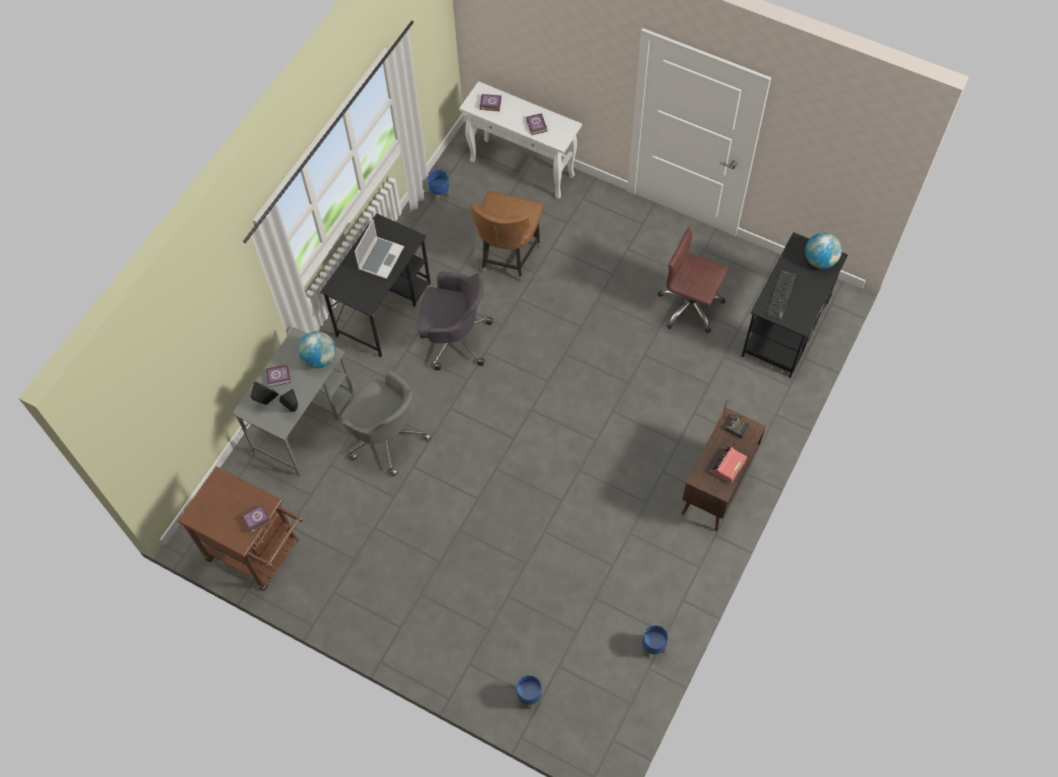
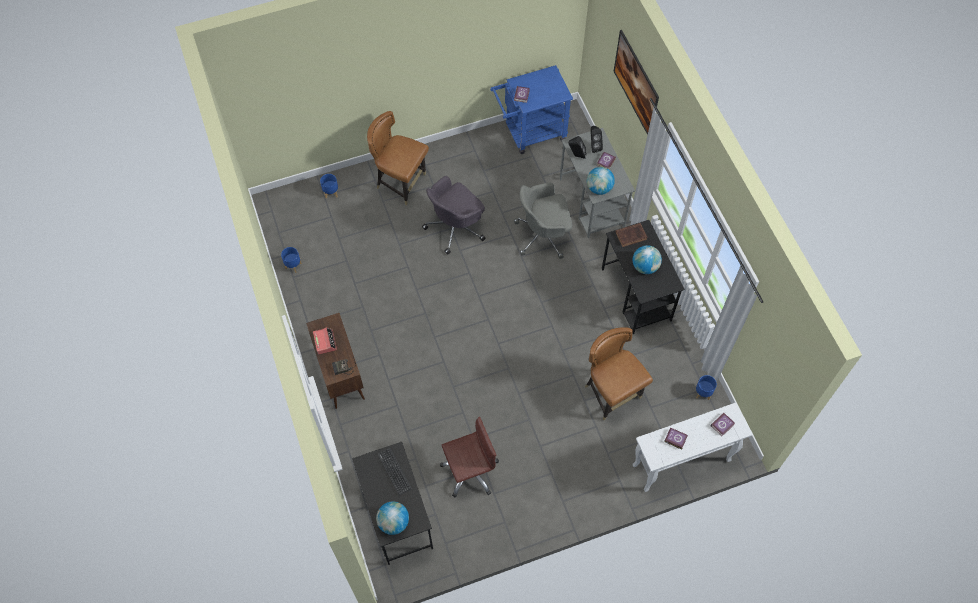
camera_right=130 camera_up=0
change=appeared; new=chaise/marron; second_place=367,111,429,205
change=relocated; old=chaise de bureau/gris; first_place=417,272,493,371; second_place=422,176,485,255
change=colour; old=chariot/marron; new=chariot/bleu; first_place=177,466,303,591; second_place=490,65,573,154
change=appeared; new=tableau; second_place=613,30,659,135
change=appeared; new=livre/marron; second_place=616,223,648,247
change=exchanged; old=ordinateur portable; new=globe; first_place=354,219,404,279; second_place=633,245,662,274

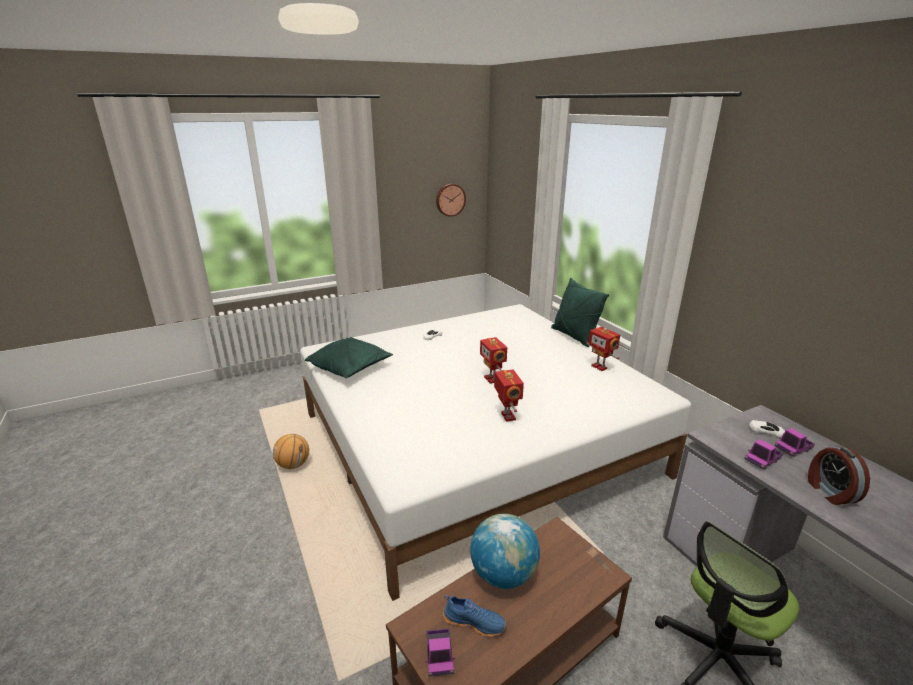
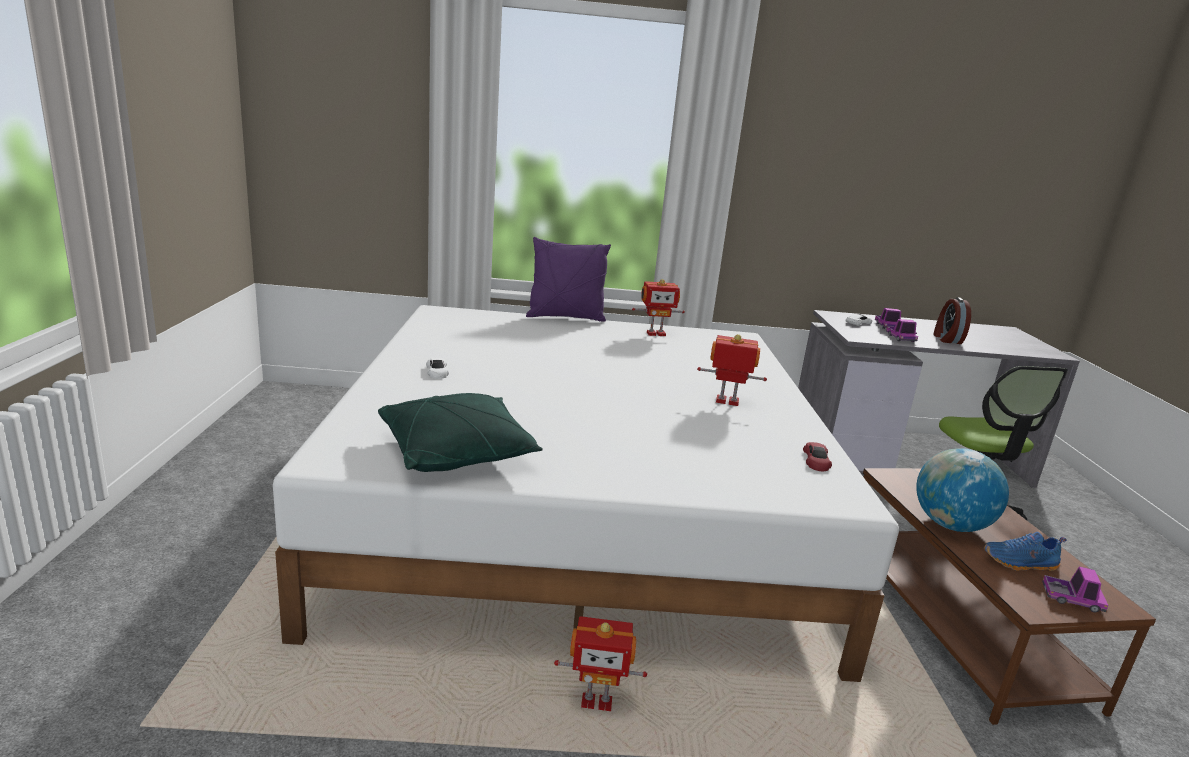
camera_right=-65 camera_up=-5
change=colour; old=coussin/vert; new=coussin/violet; first_place=551,278,609,347; second_place=526,237,611,322
change=relocated; old=robot jouet; first_place=480,337,507,384; second_place=554,616,647,711
change=appeared; new=petite voiture/rouge; second_place=803,442,832,471
change=spun; old=réveil; first_place=808,447,870,505; second_place=933,297,971,344; degrees=75
change=spun; old=chaussure/bleu; first_place=443,594,506,637; second_place=984,532,1067,571; degrees=-135
change=missing; old=ballon de basket; first_place=273,434,309,469
change=missing; old=horloge murale; first_place=436,184,466,217

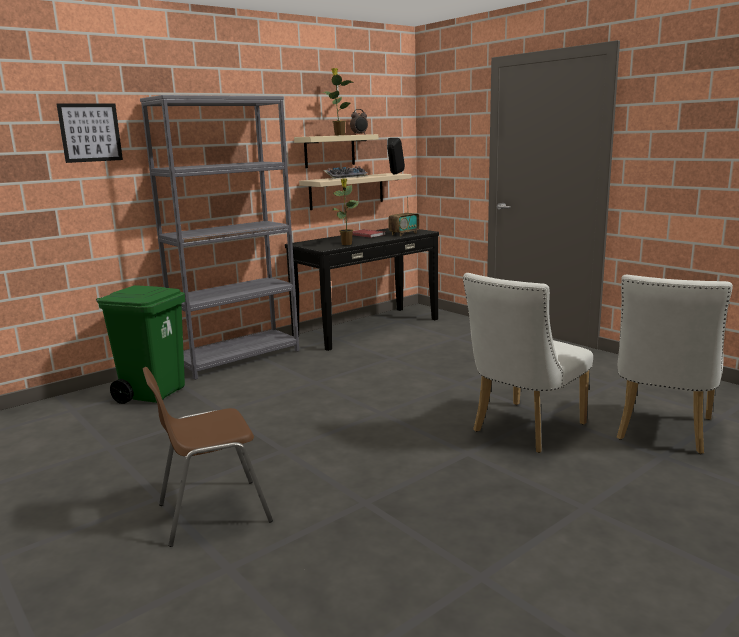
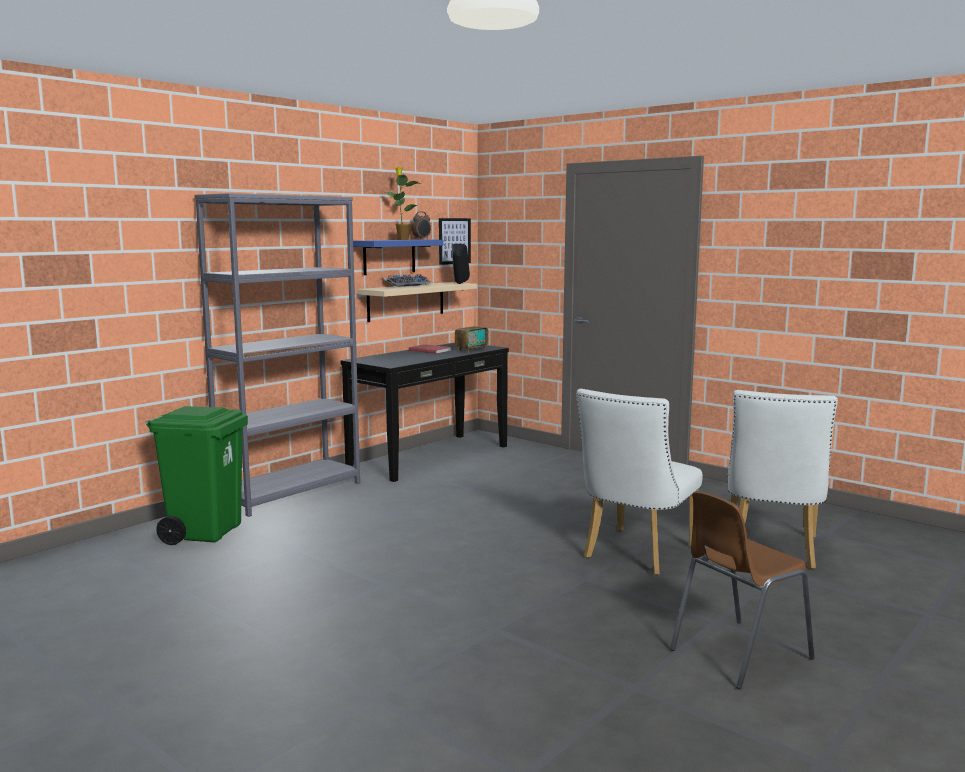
camera_right=-10 camera_up=-5
change=colour; old=étagère/beige; new=étagère/bleu; first_place=294,134,378,168; second_place=353,239,444,275
change=relocated; old=tableau; first_place=57,104,123,163; second_place=439,218,471,265
change=relocated; old=chaise/marron; first_place=143,367,273,547; second_place=670,491,815,689
change=missing; old=plante en pot; first_place=333,178,359,245

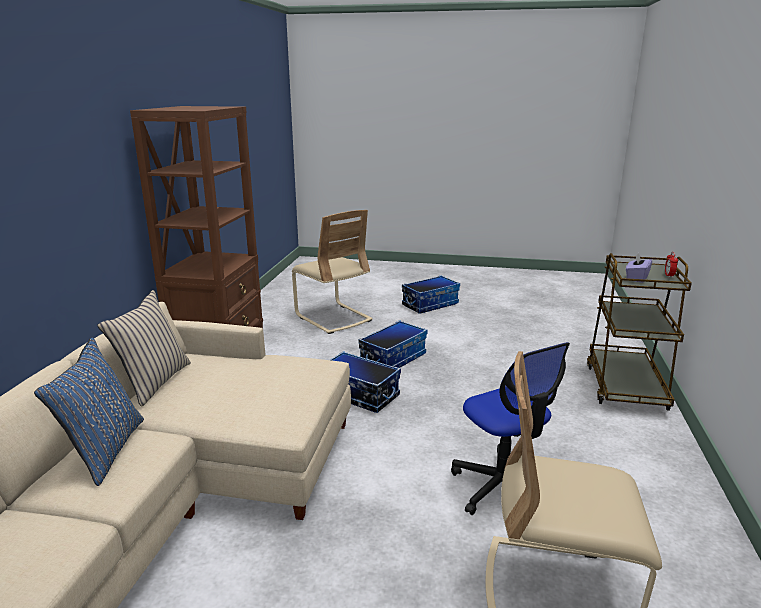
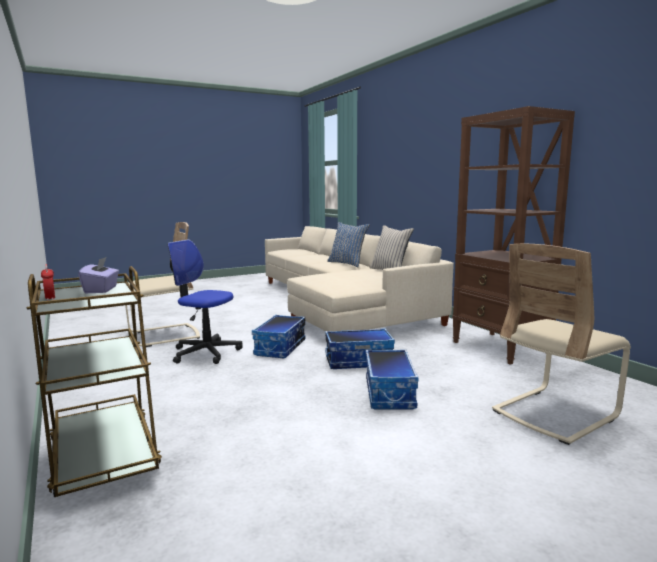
camera_right=140 camera_up=-10
change=relocated; old=boîte de rangement; first_place=402,275,460,314; second_place=252,315,306,358
change=spun; old=chaise/beige; first_place=292,210,373,334; second_place=492,244,631,445; degrees=-45

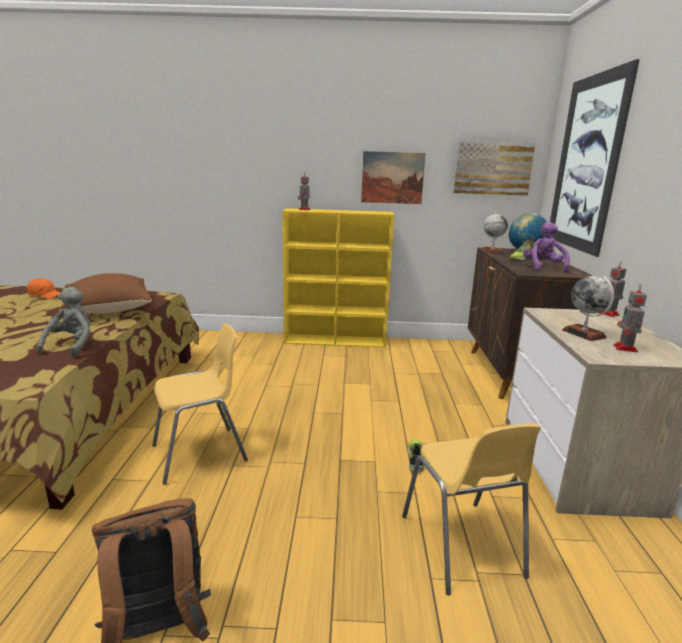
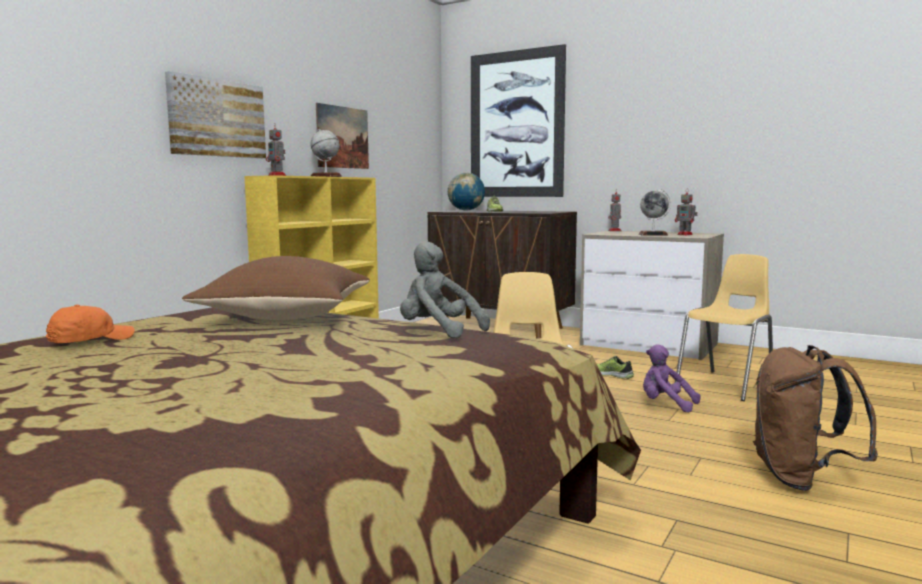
camera_right=-60 camera_up=-10
change=relocated; old=tableau; first_place=453,141,535,196; second_place=165,71,266,158
change=relocated; old=globe; first_place=482,212,508,254; second_place=310,129,342,177
change=relocated; old=peluche/violet; first_place=523,222,570,273; second_place=643,344,700,412
change=spun; old=chaise/jaune; first_place=402,424,541,595; second_place=675,254,773,401; degrees=-60

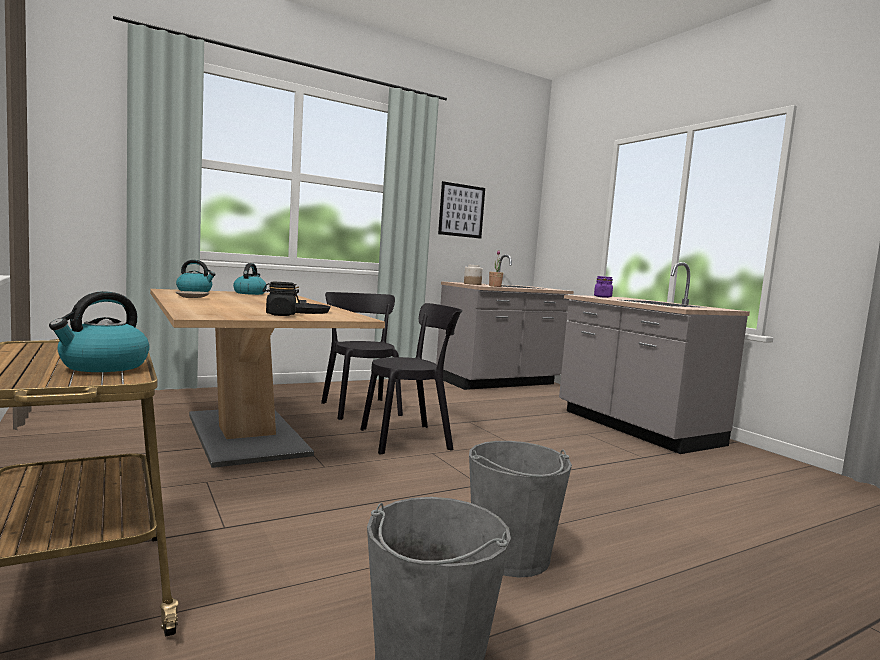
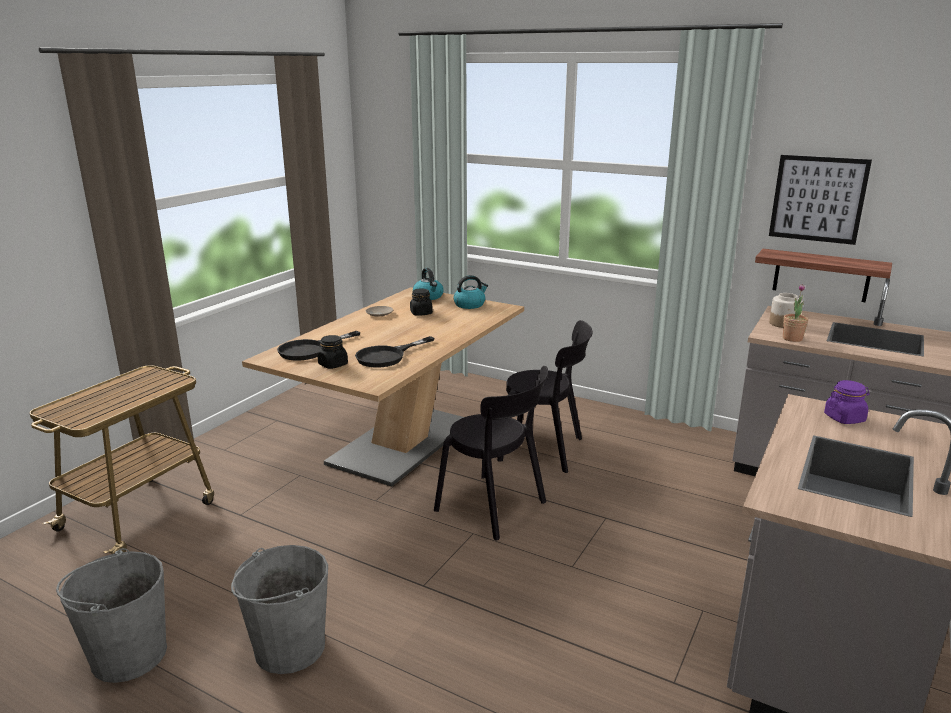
camera_right=60 camera_up=15
change=appeared; new=poêle/noir; second_place=277,331,361,360
change=appeared; new=bocal/noir; second_place=410,289,433,315
change=spun; old=chaise/noir; first_place=321,292,403,420; second_place=497,320,593,473; degrees=75
change=appeared; new=étagère; second_place=755,249,892,302
change=missing; old=bouilloire; first_place=49,291,149,372

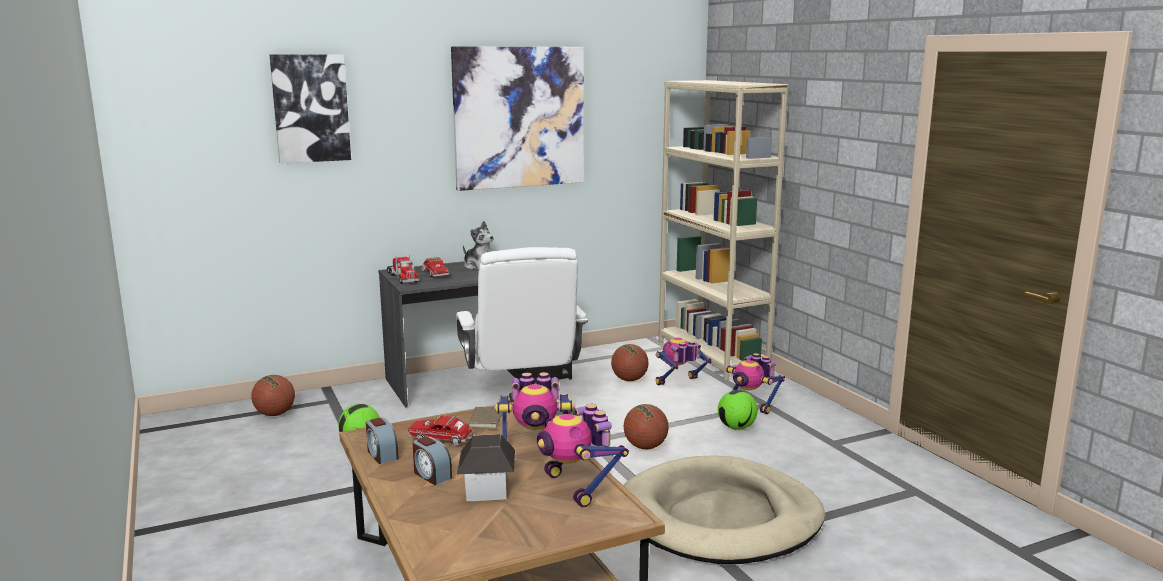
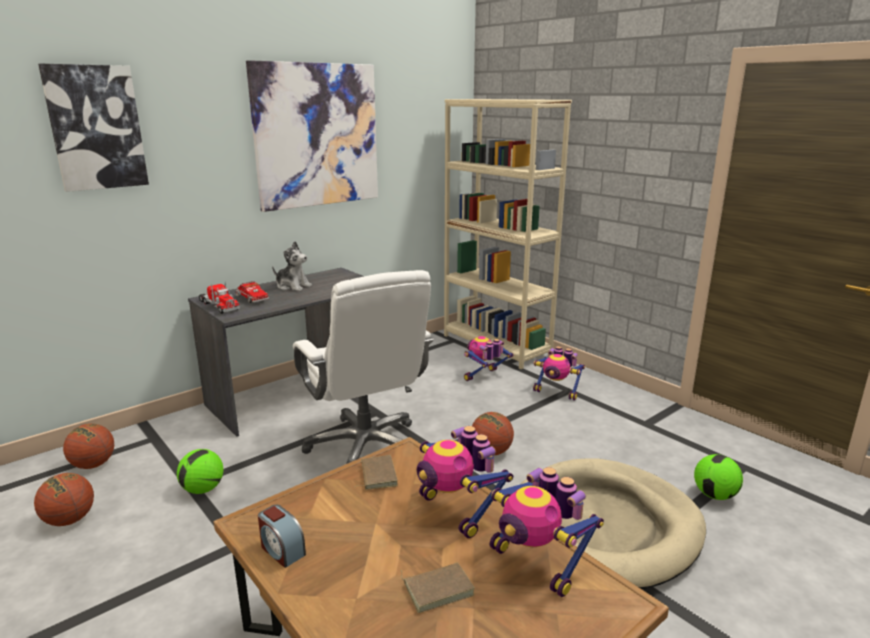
camera_right=-15 camera_up=5
change=relocated; old=ballon de basket; first_place=611,344,649,381; second_place=34,473,94,526
change=exchanged; old=maison miniature; new=livre/marron; first_place=457,434,515,501; second_place=400,562,475,613
change=spun; old=robot jouet; first_place=495,372,575,445; second_place=417,426,513,539; degrees=75
change=relocated; old=ballon de foot; first_place=718,390,758,430; second_place=694,454,743,500
change=missing; old=camion jouet; first_place=408,415,475,446
change=missing; old=réveil; first_place=413,436,452,485

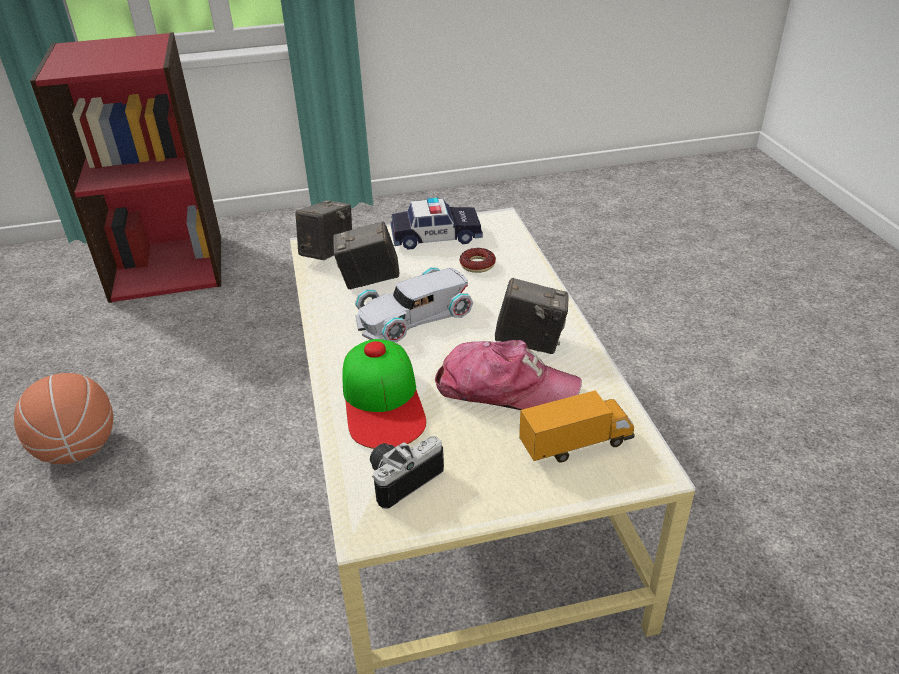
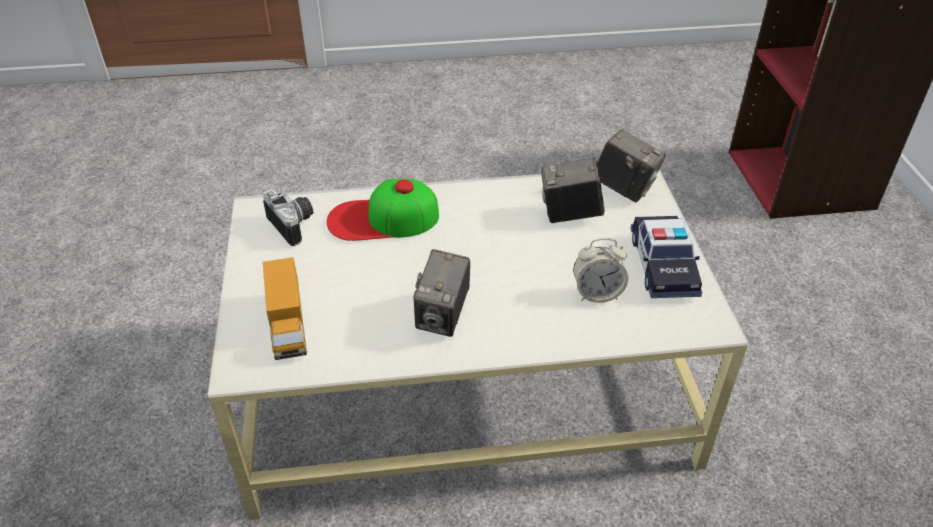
camera_right=95 camera_up=5
change=spun; old=appareil photo; first_place=333,221,399,289; second_place=541,158,604,223; degrees=-90
change=exchanged; old=beignet; new=réveil; first_place=460,248,496,273; second_place=573,238,628,303
change=missing; old=ballon de basket; first_place=14,373,113,464
change=missing; old=petite voiture/blanc; first_place=355,267,473,343
change=missing; old=casquette; first_place=435,340,582,410

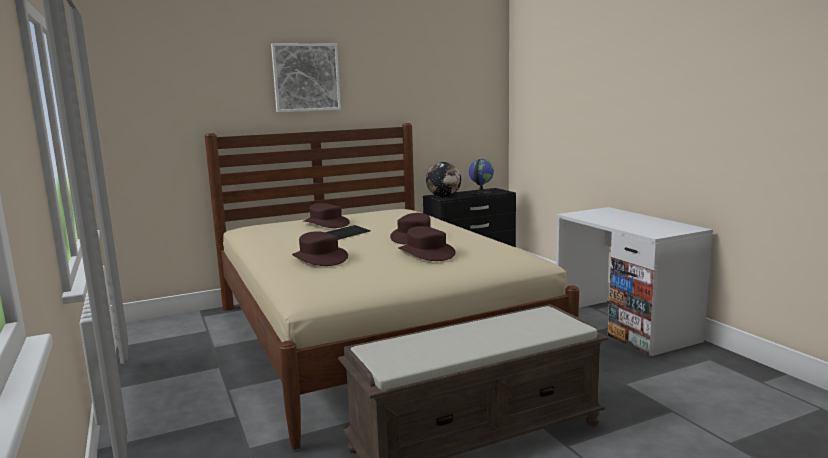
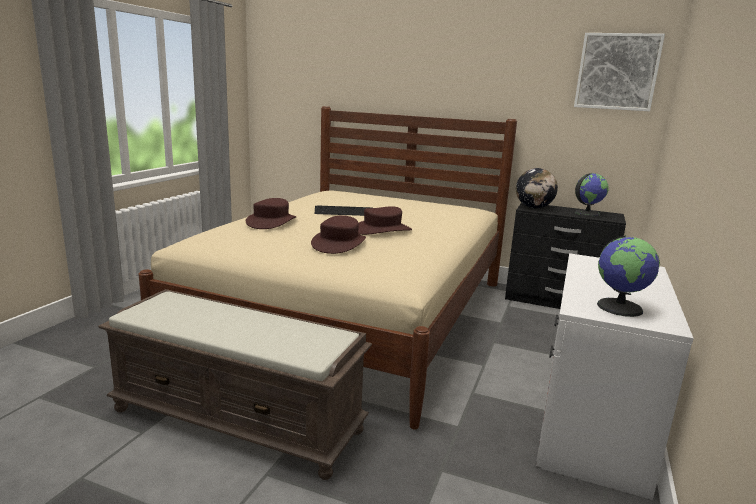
camera_right=45 camera_up=5
change=relocated; old=tableau; first_place=271,43,341,112; second_place=574,33,665,111
change=appeared; new=globe; second_place=597,235,660,317
change=missing; old=chapeau/marron; first_place=303,203,350,228

